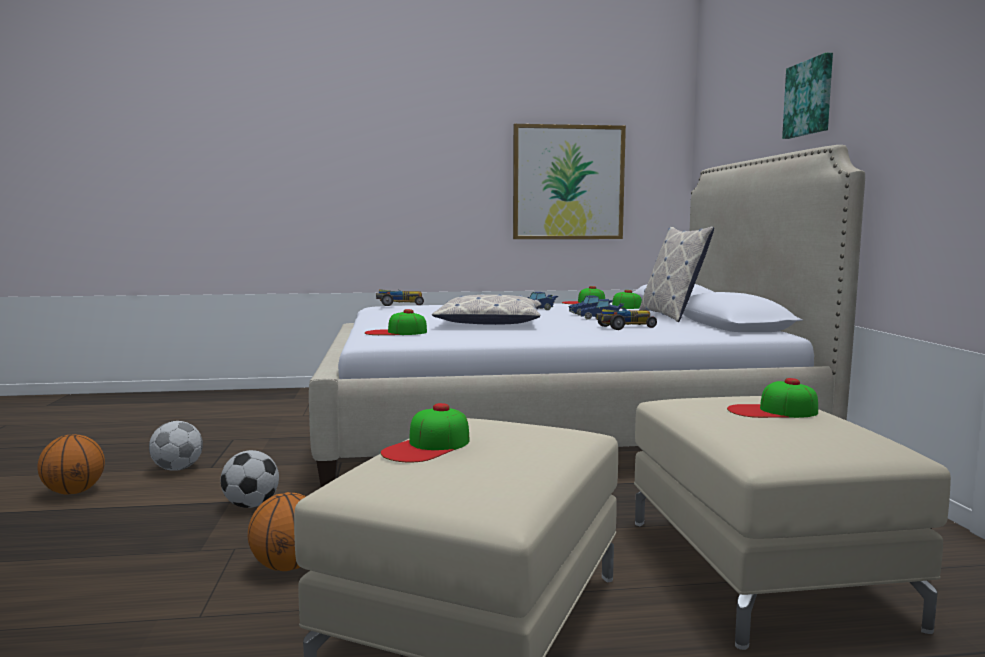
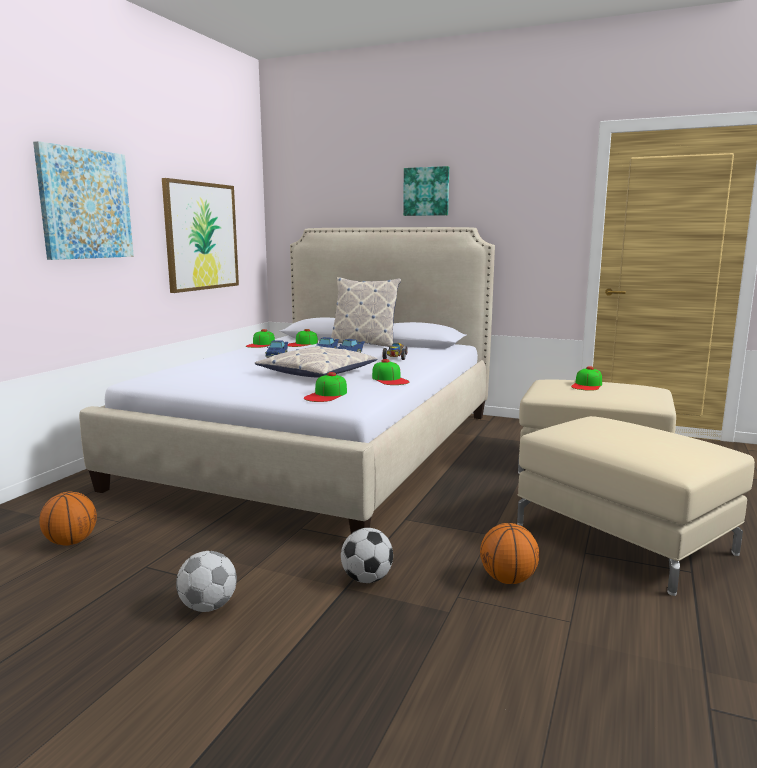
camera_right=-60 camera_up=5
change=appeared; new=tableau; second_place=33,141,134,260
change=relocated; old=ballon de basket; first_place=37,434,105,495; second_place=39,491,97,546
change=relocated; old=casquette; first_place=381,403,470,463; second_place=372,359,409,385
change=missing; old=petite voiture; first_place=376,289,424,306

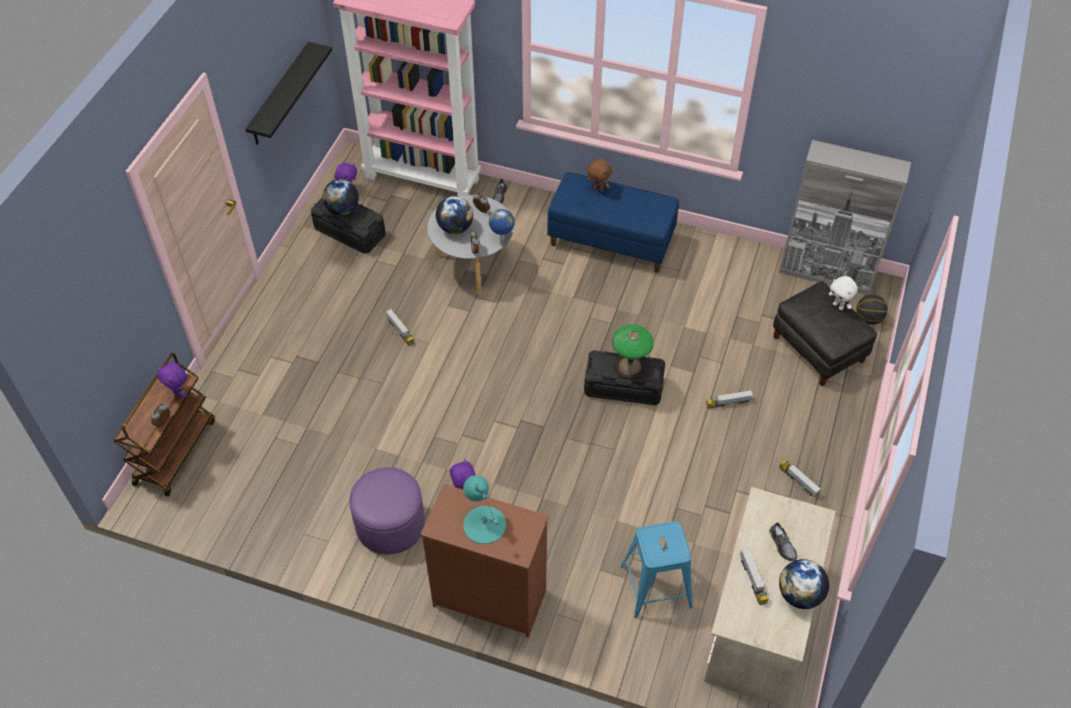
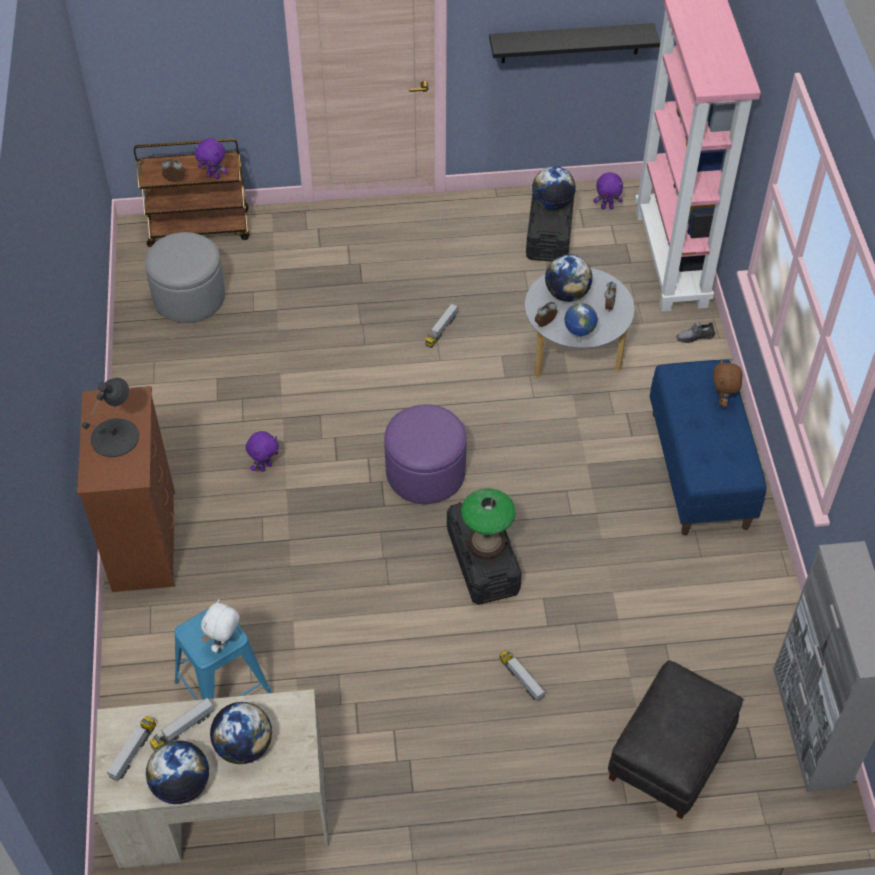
camera_right=65 camera_up=0
change=colour; old=lampe de table/turquoise; new=lampe de table/noir; first_place=463,475,506,544; second_place=82,378,139,457
change=relocated; old=camion jouet; first_place=779,460,821,497; second_place=107,716,156,781
change=appeared; new=pouf/gris; second_place=145,232,225,323
change=spun; old=peluche/violet; first_place=157,362,187,398; second_place=194,138,227,179; degrees=-90
change=relocated; old=peluche/blanc; first_place=829,276,858,310; second_place=201,599,240,653
change=exchanged; old=chaussure/gris; new=globe; first_place=769,522,797,561; second_place=210,702,272,764
change=relocated; old=pouf/violet; first_place=349,467,425,554; second_place=384,404,467,504
change=missing; old=ballon de basket; first_place=856,295,888,325

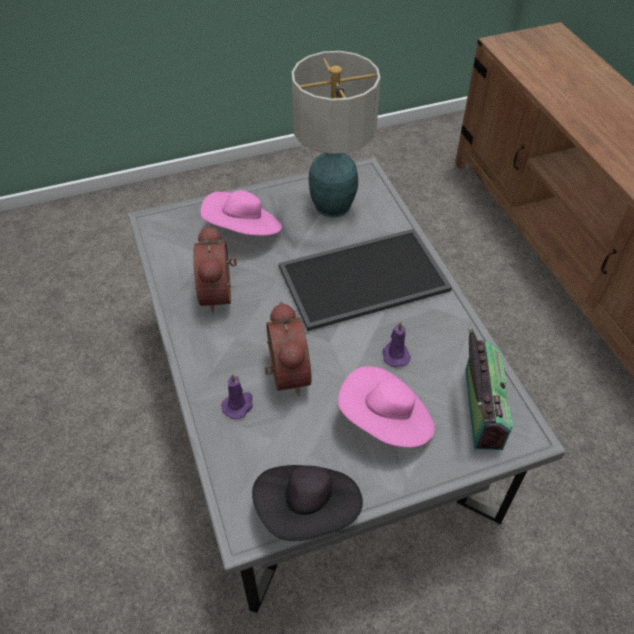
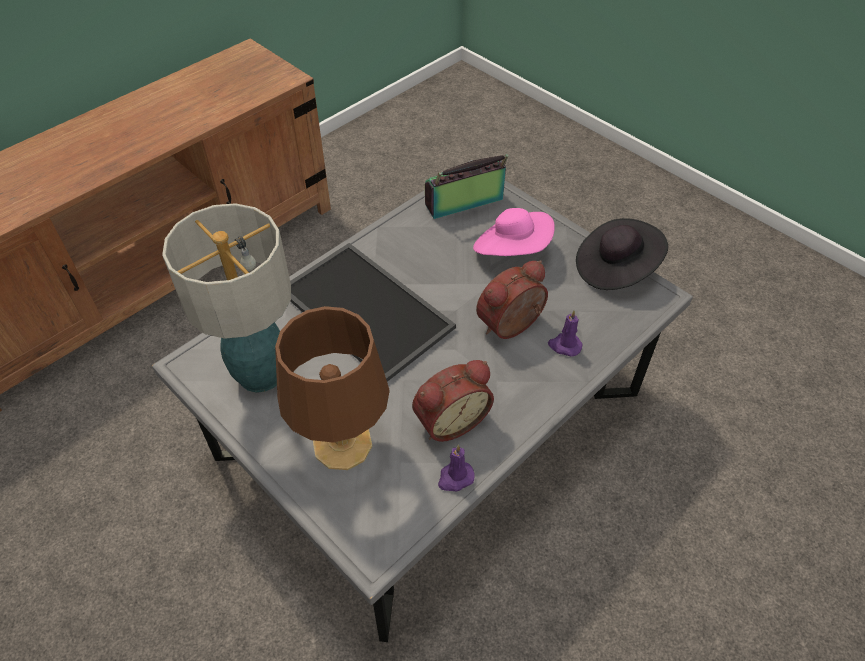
camera_right=-115 camera_up=0
change=exchanged; old=chapeau/rose; new=lampe de table/marron; first_place=200,190,282,236; second_place=275,306,390,470
change=relocated; old=bougie/violet; first_place=383,322,411,367; second_place=438,445,474,492

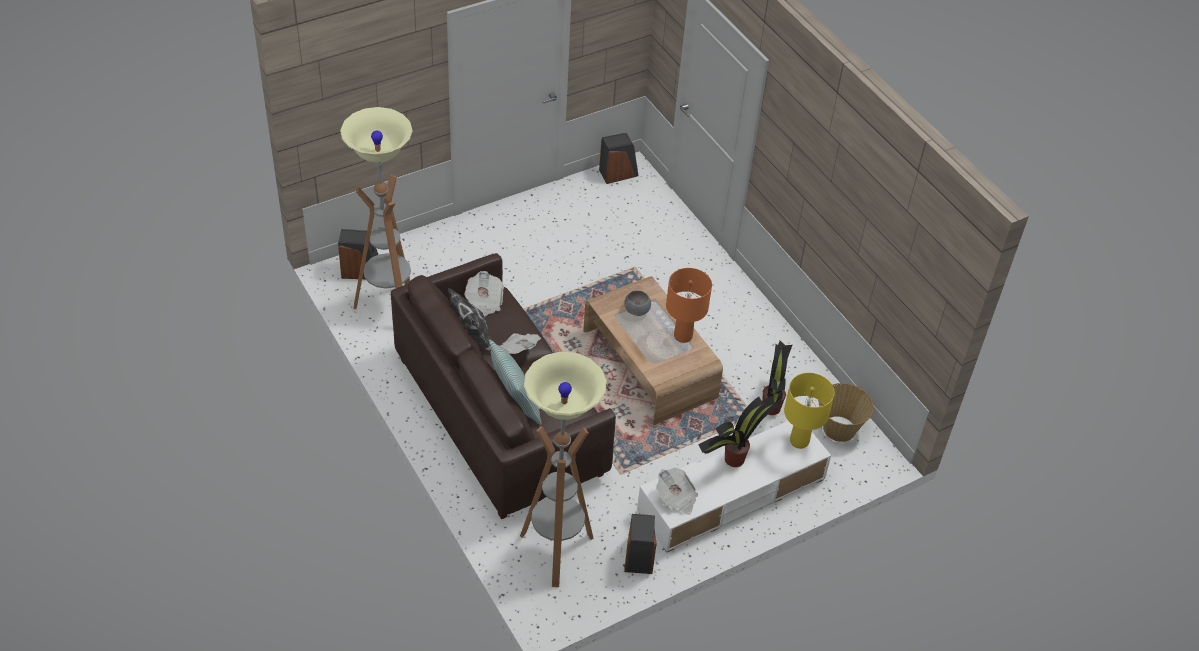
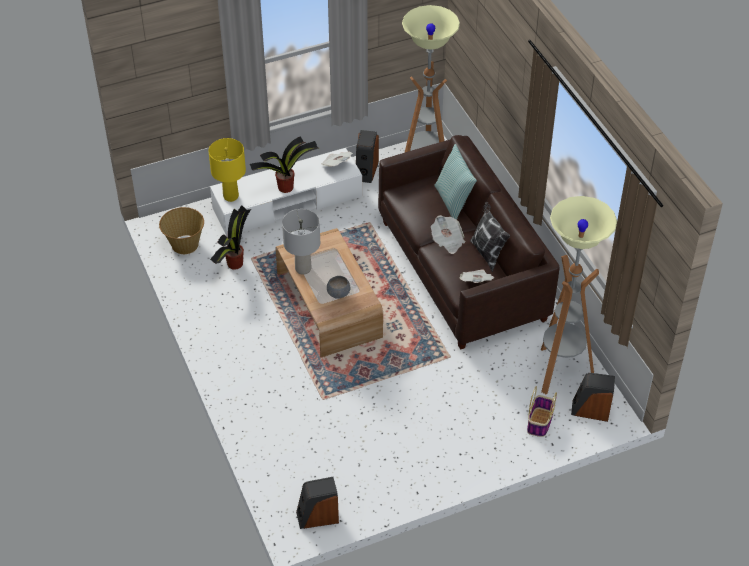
camera_right=-170 camera_up=0
change=colour; old=lampe de table/orange; new=lampe de table/gris; first_place=666,268,712,343; second_place=282,209,320,275
change=appeared; new=panier; second_place=527,386,557,437

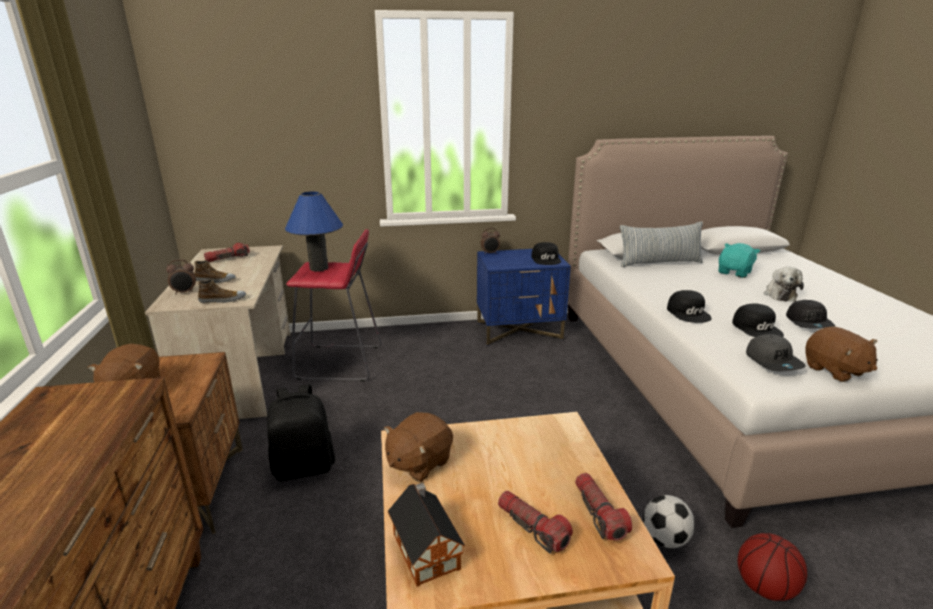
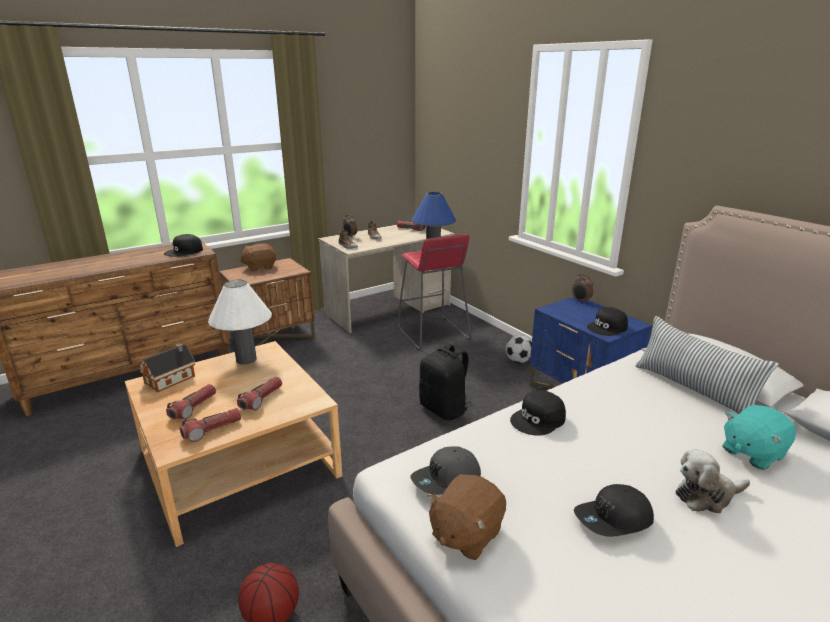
camera_right=65 camera_up=0
change=relocated; old=casquette/noir; first_place=732,304,784,337; second_place=164,234,203,257
change=exchanged; old=peluche/marron; new=lampe de table/blanc; first_place=384,412,453,482; second_place=208,280,272,364
change=appeared; new=lampe de poche; second_place=237,376,282,410
change=relocated; old=sac à dos/noir; first_place=267,384,335,481; second_place=419,343,471,420
change=relocated; old=ballon de foot; first_place=643,495,695,548; second_place=506,335,532,363
change=spun; old=peluche/turquoise; first_place=718,243,760,278; second_place=722,405,796,470; degrees=135

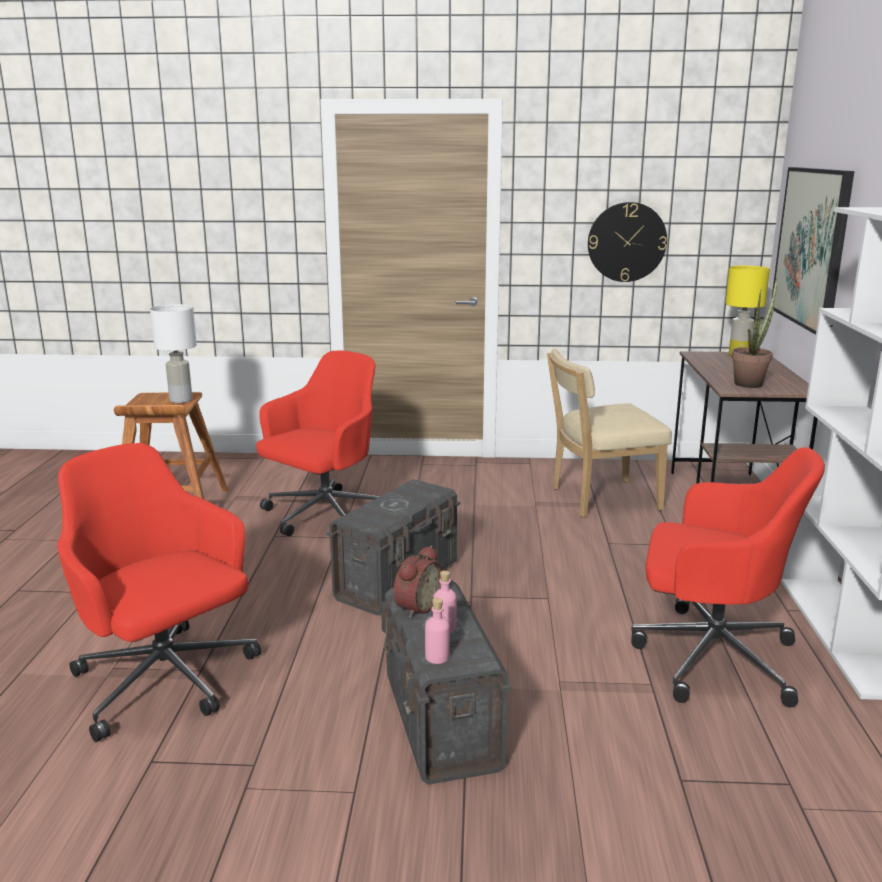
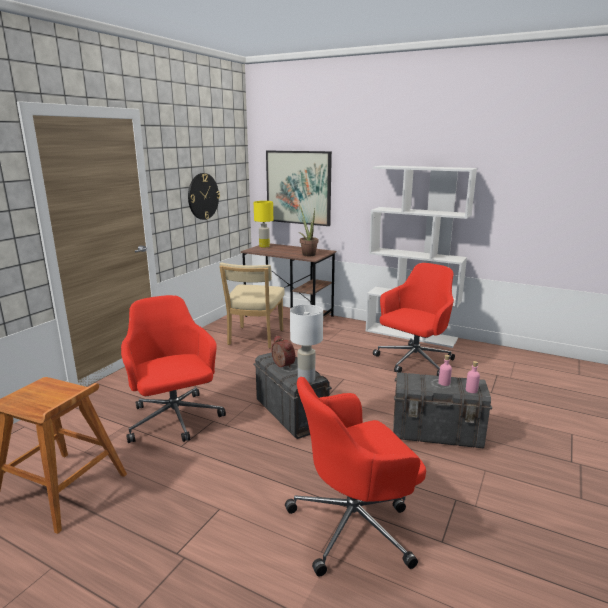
camera_right=-65 camera_up=0
change=relocated; old=réveil; first_place=394,546,442,618; second_place=271,335,295,368
change=relocated; old=lampe de table/blanc; first_place=150,304,197,403; second_place=290,304,323,383

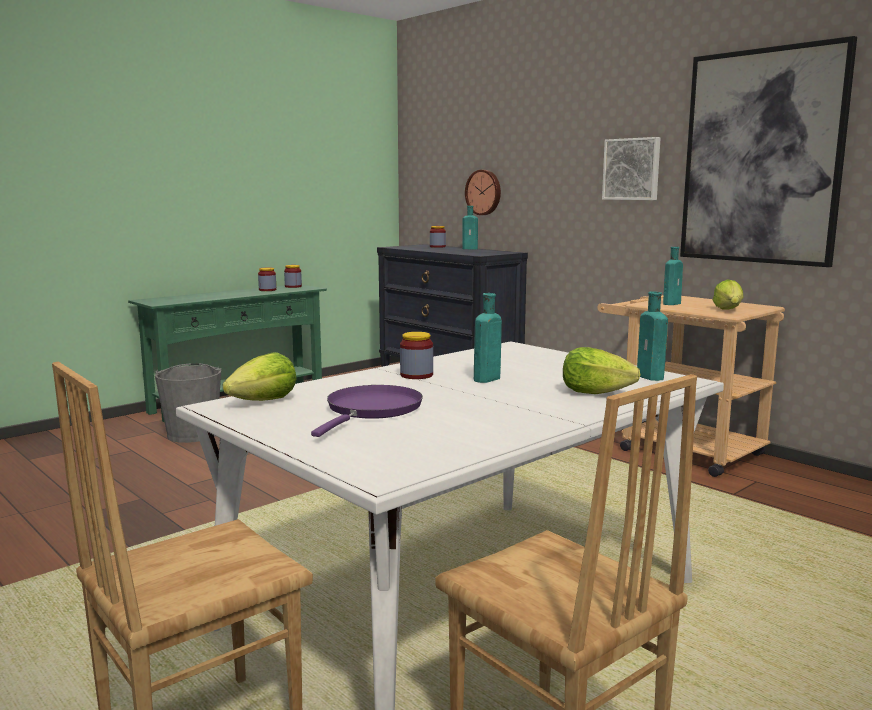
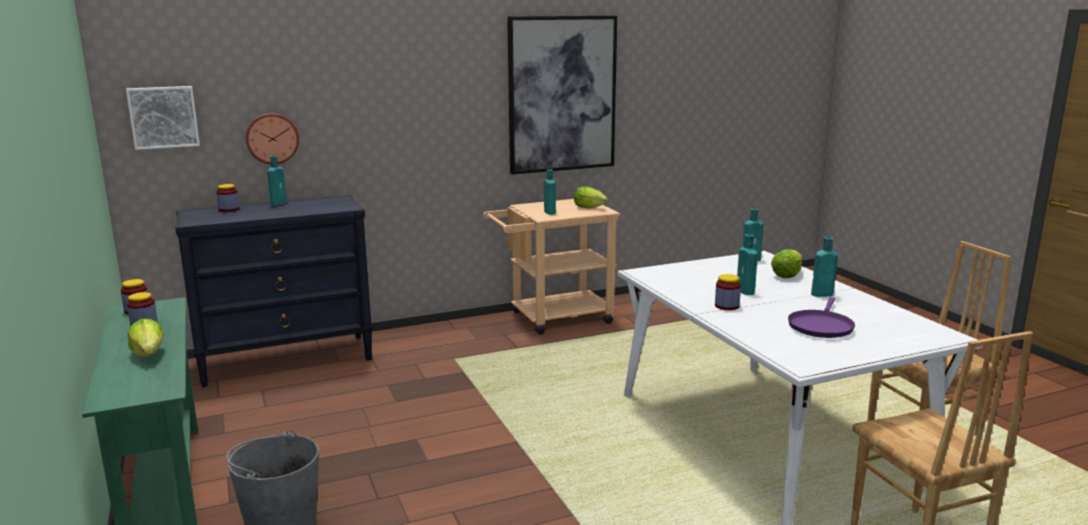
camera_right=-70 camera_up=5
change=relocated; old=tableau; first_place=602,137,661,200; second_place=126,86,200,150
change=relocated; old=laitue; first_place=223,352,297,401; second_place=128,319,164,357
change=spun; old=poêle/violet; first_place=311,385,423,437; second_place=788,297,855,338; degrees=-105
change=appeared; new=bouteille/turquoise; second_place=811,236,838,297

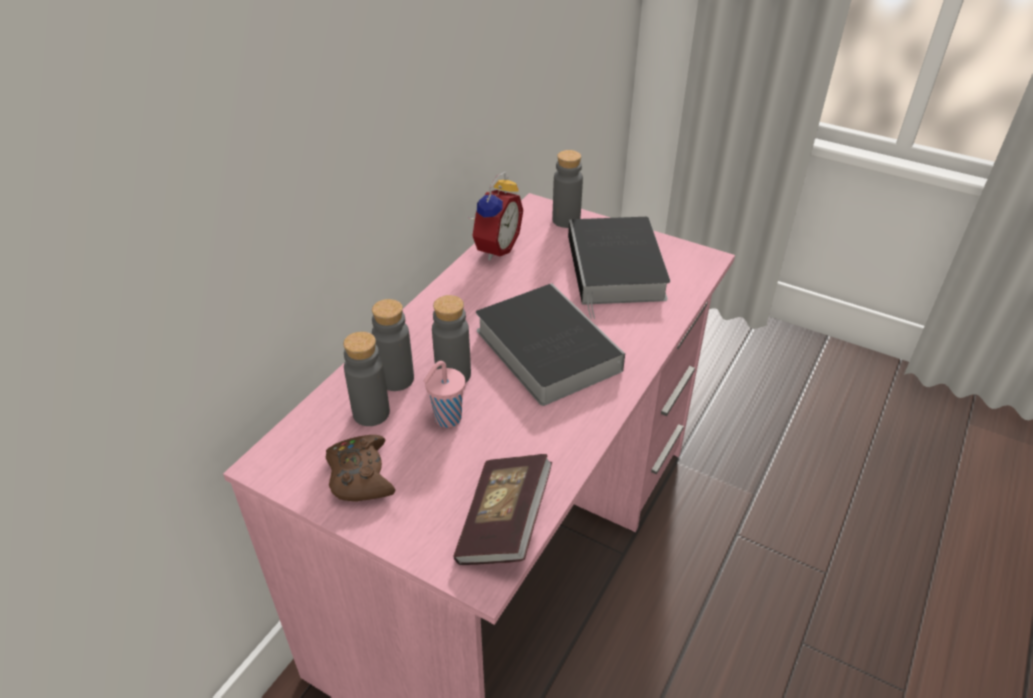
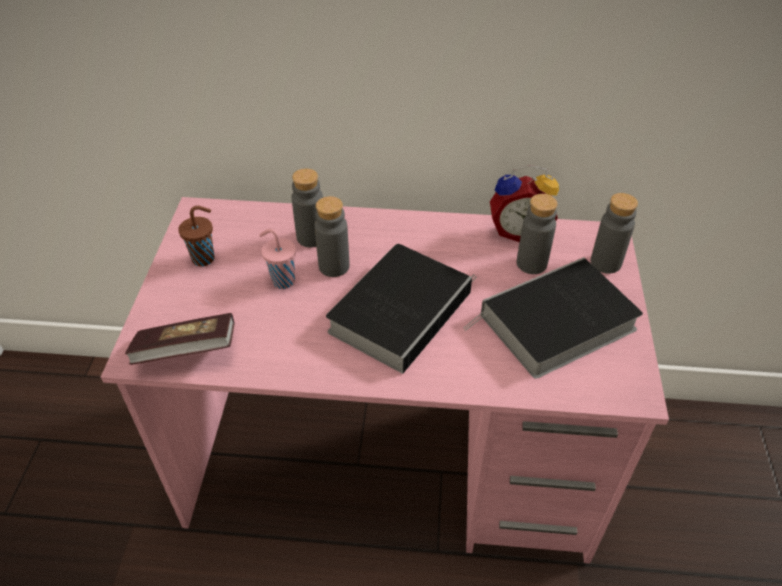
camera_right=65 camera_up=5
change=exchanged; old=manette/marron; new=tasse/marron; first_place=326,435,395,502; second_place=178,206,215,266
change=relocated; old=bouteille/gris; first_place=343,332,390,426; second_place=517,194,558,274

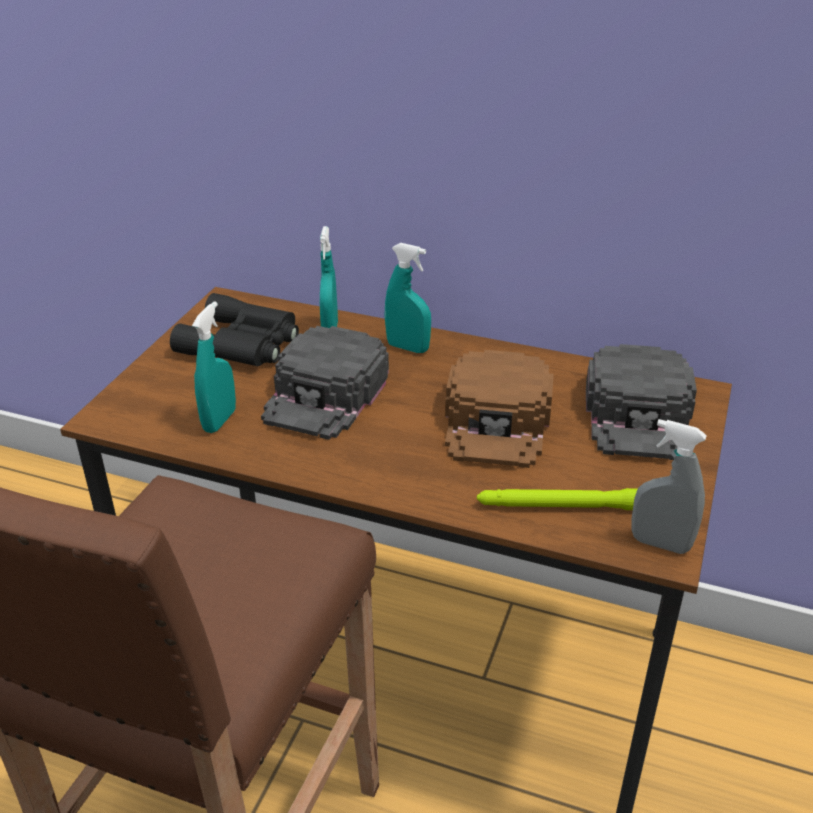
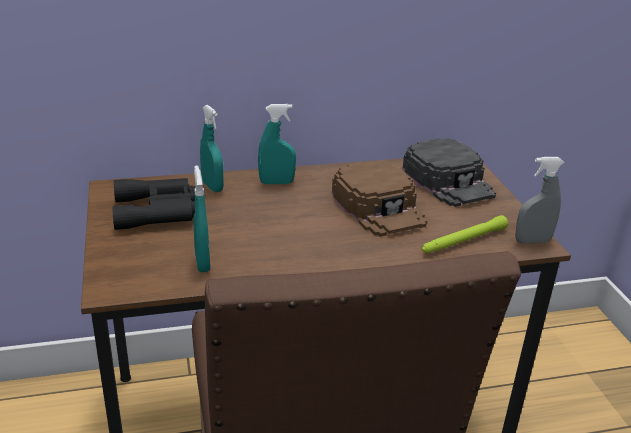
camera_right=-35 camera_up=-5
change=missing; old=casquette/noir; first_place=261,326,389,440

